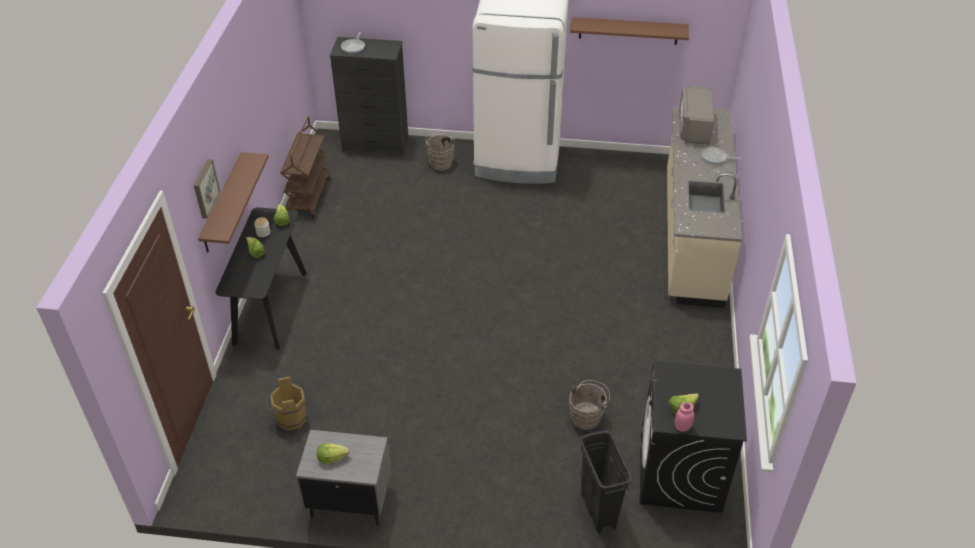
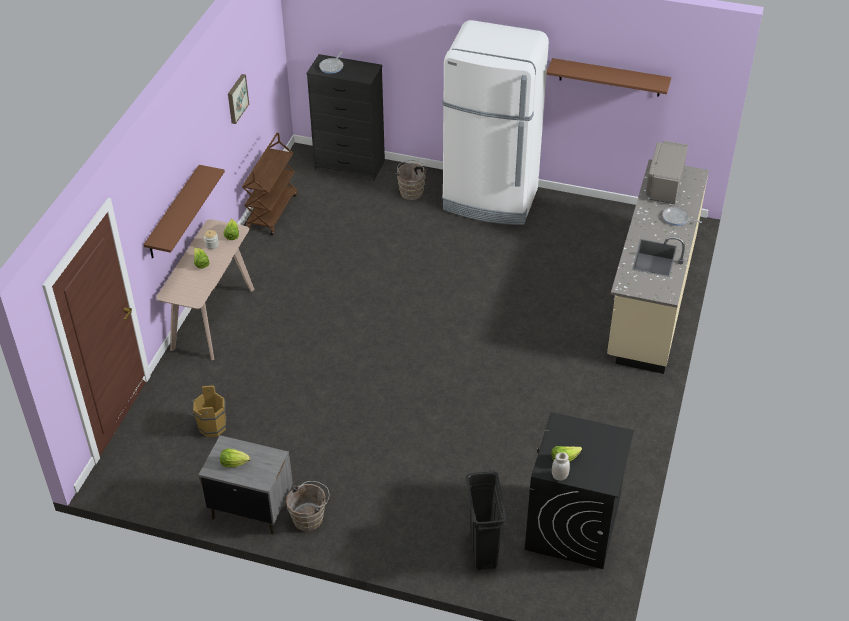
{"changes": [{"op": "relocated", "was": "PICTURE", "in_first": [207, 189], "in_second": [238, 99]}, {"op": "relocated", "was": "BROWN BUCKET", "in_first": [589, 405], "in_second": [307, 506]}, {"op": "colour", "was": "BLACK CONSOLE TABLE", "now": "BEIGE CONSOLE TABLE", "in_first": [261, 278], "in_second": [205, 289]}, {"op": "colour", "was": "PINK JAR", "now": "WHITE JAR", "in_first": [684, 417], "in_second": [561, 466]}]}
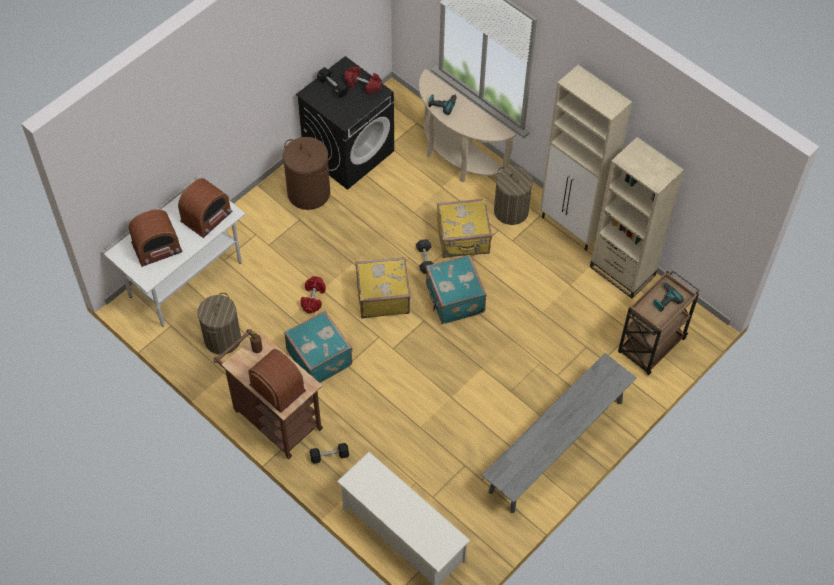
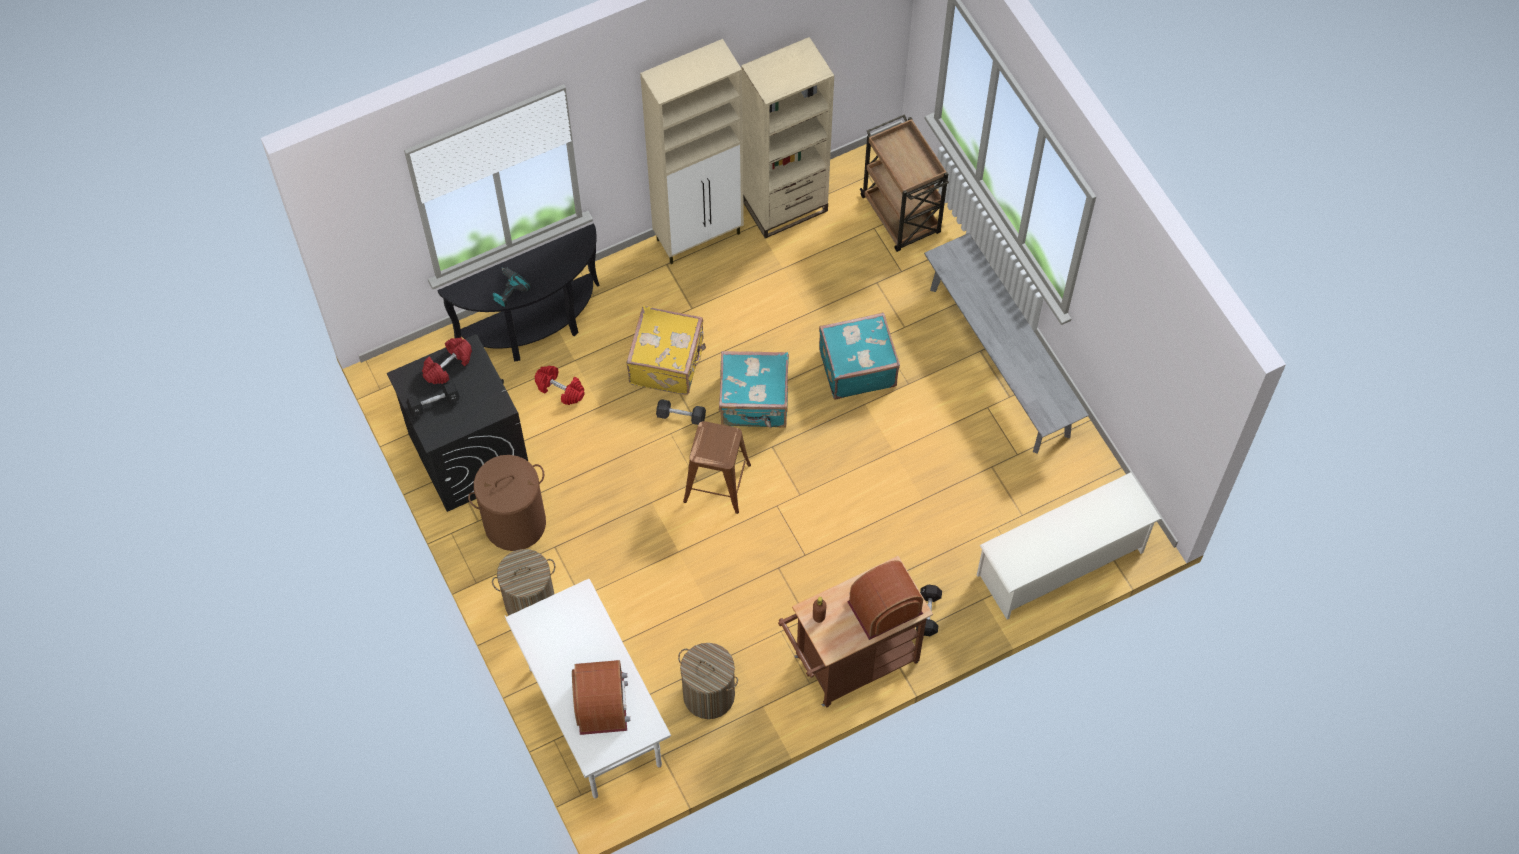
{"changes": [{"op": "missing", "was": "RADIO", "in_first": [205, 208]}, {"op": "missing", "was": "POWER DRILL", "in_first": [668, 297]}, {"op": "relocated", "was": "TURQUOISE SUITCASE", "in_first": [318, 347], "in_second": [859, 355]}, {"op": "relocated", "was": "RED DUMBBELL", "in_first": [313, 294], "in_second": [560, 385]}, {"op": "relocated", "was": "LAUNDRY BASKET", "in_first": [513, 195], "in_second": [523, 582]}, {"op": "exchanged", "was": "YELLOW SUITCASE", "now": "BROWN STOOL", "in_first": [383, 287], "in_second": [717, 467]}, {"op": "colour", "was": "BEIGE CONSOLE TABLE", "now": "BLACK CONSOLE TABLE", "in_first": [467, 125], "in_second": [518, 292]}]}
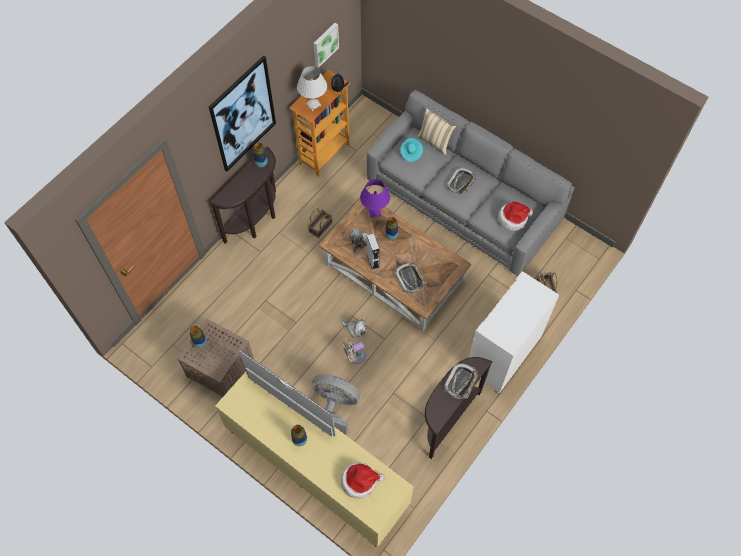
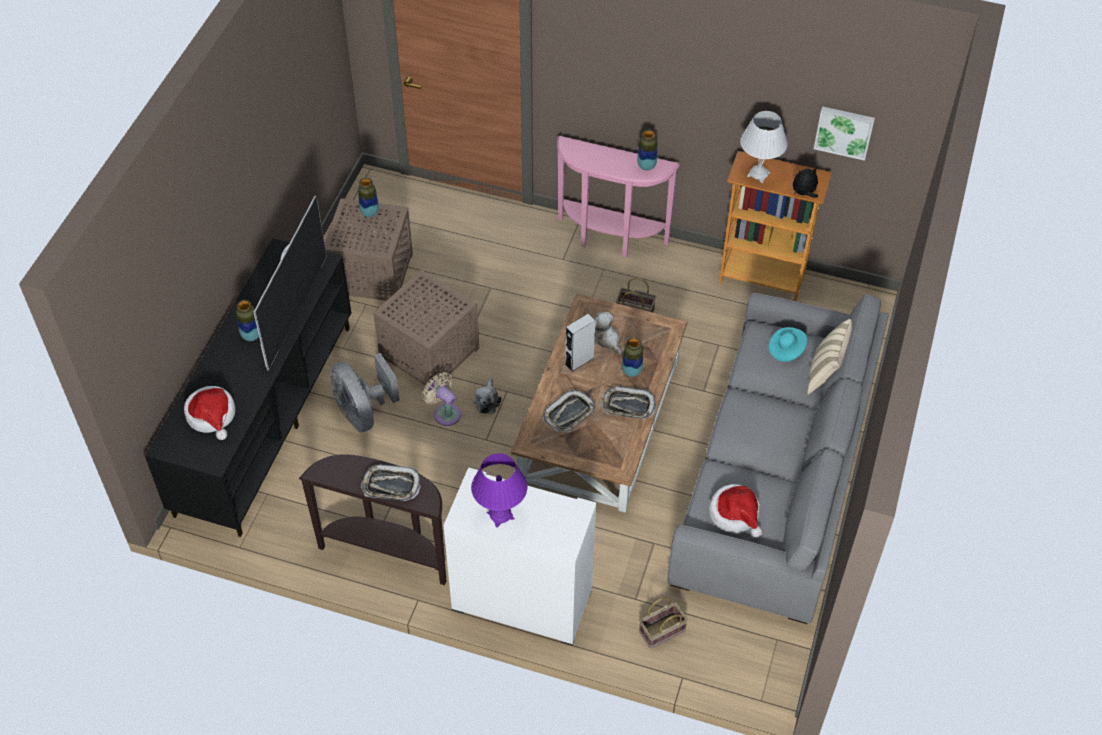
{"changes": [{"op": "missing", "was": "PICTURE", "in_first": [242, 114]}, {"op": "appeared", "now": "BROWN SIDE TABLE", "in_second": [426, 328]}, {"op": "relocated", "was": "PURPLE TABLE LAMP", "in_first": [375, 198], "in_second": [499, 490]}, {"op": "relocated", "was": "TRAY", "in_first": [461, 181], "in_second": [629, 402]}, {"op": "colour", "was": "BROWN CONSOLE TABLE", "now": "PINK CONSOLE TABLE", "in_first": [243, 195], "in_second": [618, 196]}, {"op": "colour", "was": "BEIGE TV STAND", "now": "BLACK TV STAND", "in_first": [314, 459], "in_second": [248, 387]}, {"op": "spun", "was": "GREY FAN", "in_first": [336, 404], "in_second": [365, 392], "clockwise": 150}]}
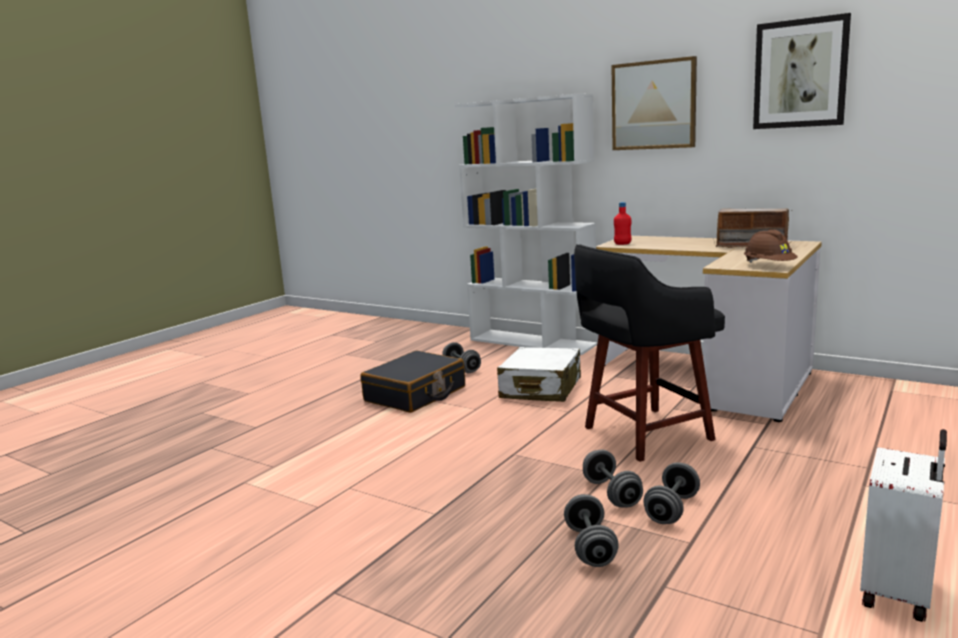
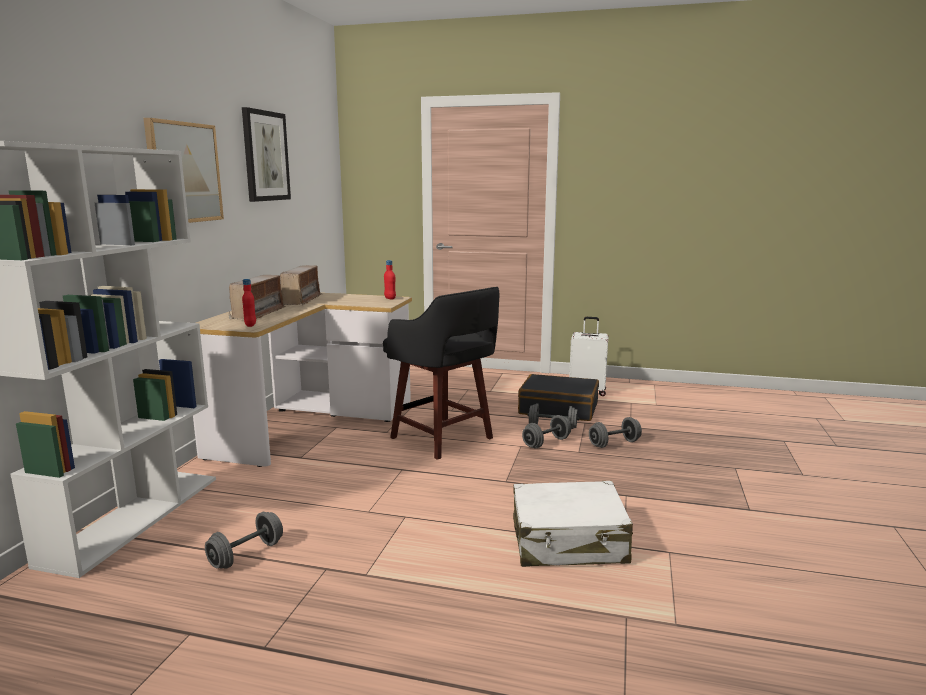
{"changes": [{"op": "appeared", "now": "RADIO", "in_second": [257, 297]}, {"op": "relocated", "was": "BLACK SUITCASE", "in_first": [412, 382], "in_second": [558, 397]}, {"op": "relocated", "was": "WHITE SUITCASE", "in_first": [539, 374], "in_second": [573, 524]}, {"op": "exchanged", "was": "BROWN HARD HAT", "now": "RED BOTTLE", "in_first": [771, 246], "in_second": [390, 279]}]}
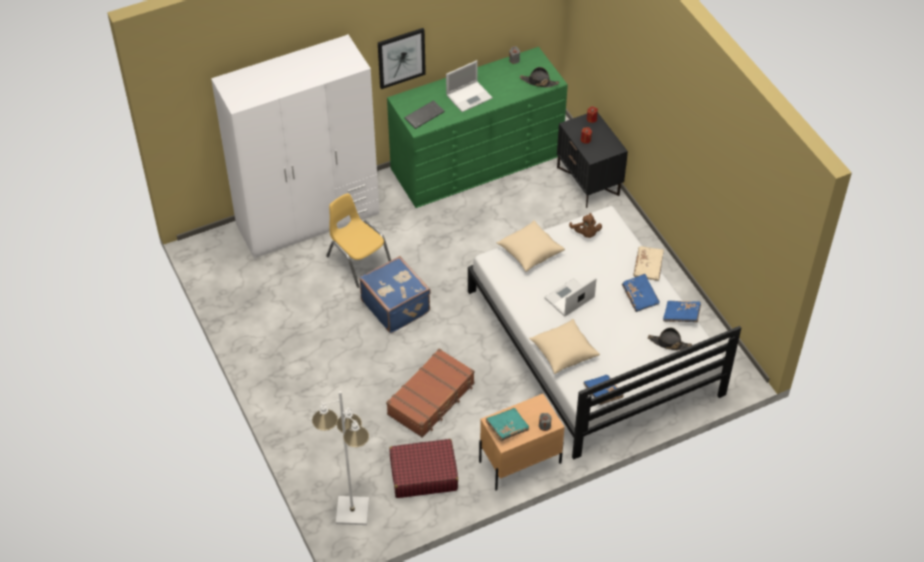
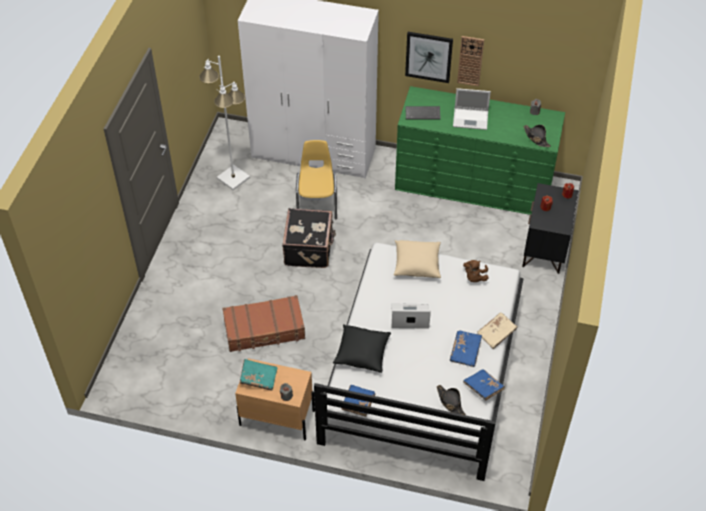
{"changes": [{"op": "missing", "was": "RED SUITCASE", "in_first": [423, 468]}, {"op": "appeared", "now": "WALL CLOCK", "in_second": [470, 61]}, {"op": "relocated", "was": "WHITE FLOOR LAMP", "in_first": [340, 458], "in_second": [224, 123]}, {"op": "colour", "was": "BLUE SUITCASE", "now": "BLACK SUITCASE", "in_first": [395, 294], "in_second": [309, 238]}, {"op": "colour", "was": "BEIGE PILLOW", "now": "BLACK PILLOW", "in_first": [564, 346], "in_second": [362, 348]}]}
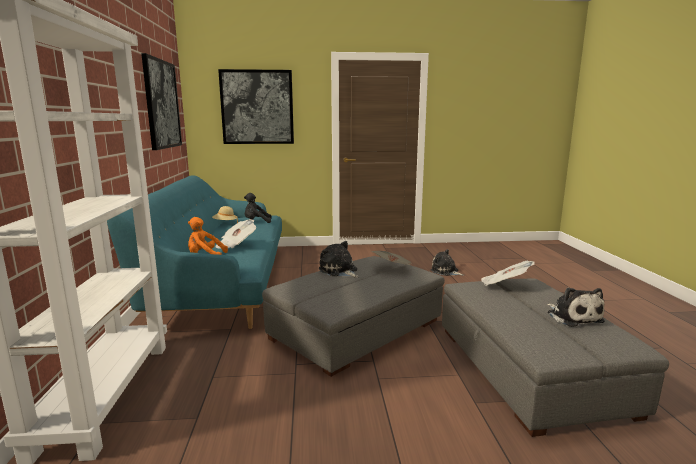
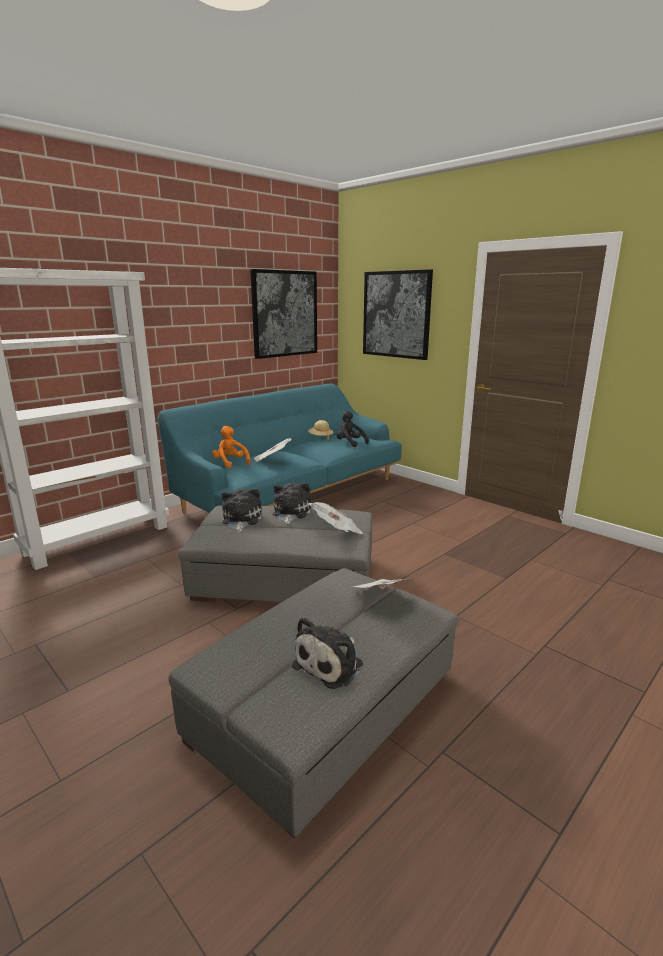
{"changes": [{"op": "relocated", "was": "PLUSH TOY", "in_first": [447, 262], "in_second": [241, 510]}]}
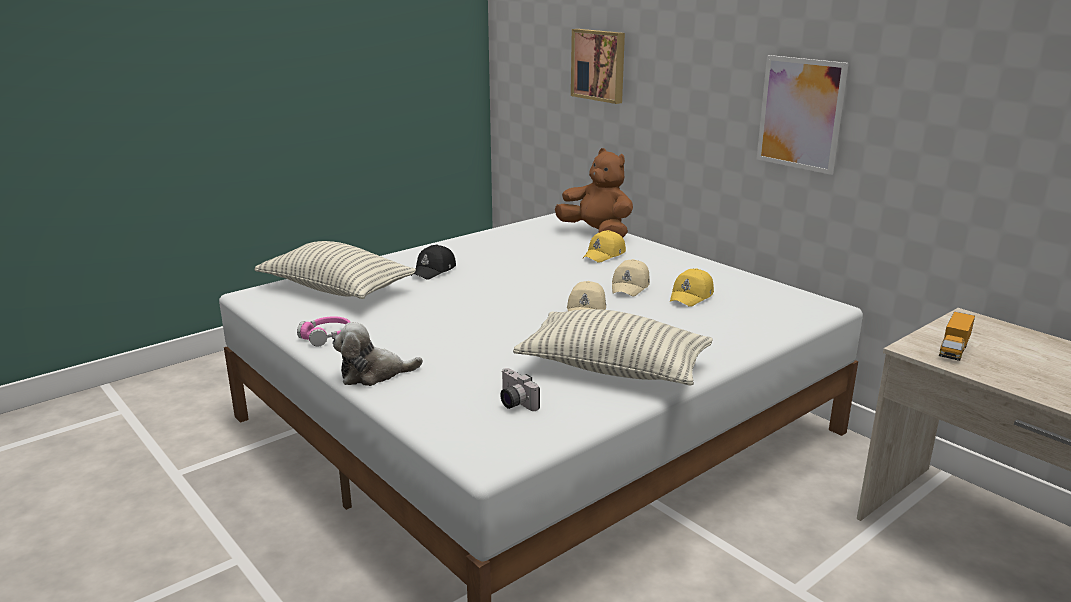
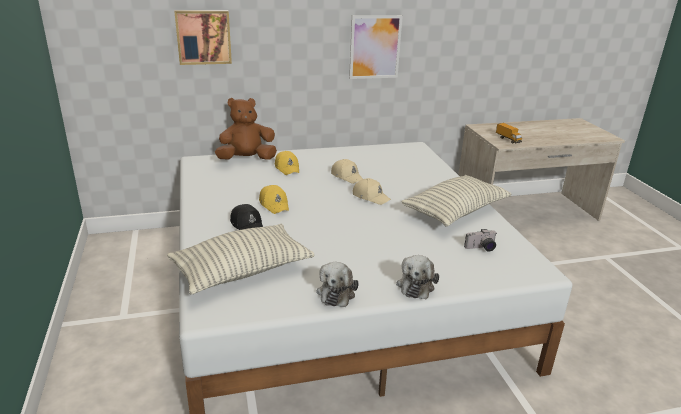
{"changes": [{"op": "relocated", "was": "YELLOW CAP", "in_first": [692, 287], "in_second": [274, 199]}, {"op": "exchanged", "was": "PINK HEADPHONES", "now": "PLUSH TOY", "in_first": [323, 331], "in_second": [337, 284]}]}
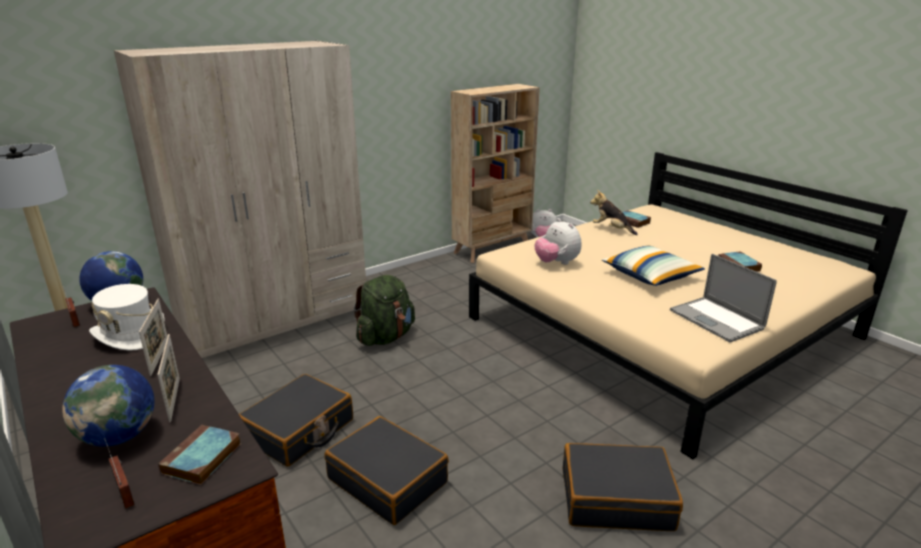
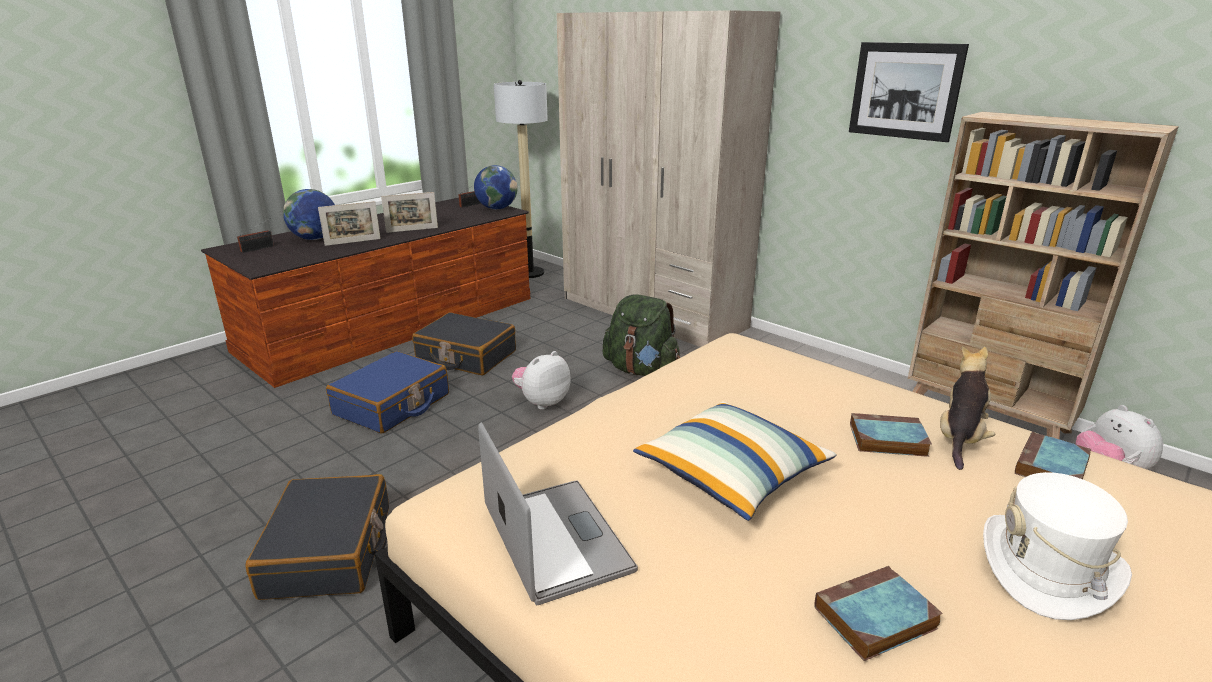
{"changes": [{"op": "appeared", "now": "PICTURE", "in_second": [909, 92]}, {"op": "relocated", "was": "WHITE HAT", "in_first": [127, 317], "in_second": [1057, 546]}, {"op": "relocated", "was": "BOOK", "in_first": [199, 454], "in_second": [891, 435]}, {"op": "relocated", "was": "PLUSH TOY", "in_first": [558, 241], "in_second": [541, 380]}, {"op": "colour", "was": "BLACK SUITCASE", "now": "BLUE SUITCASE", "in_first": [387, 470], "in_second": [387, 392]}, {"op": "spun", "was": "LAPTOP", "in_first": [723, 298], "in_second": [558, 513], "clockwise": 105}]}
